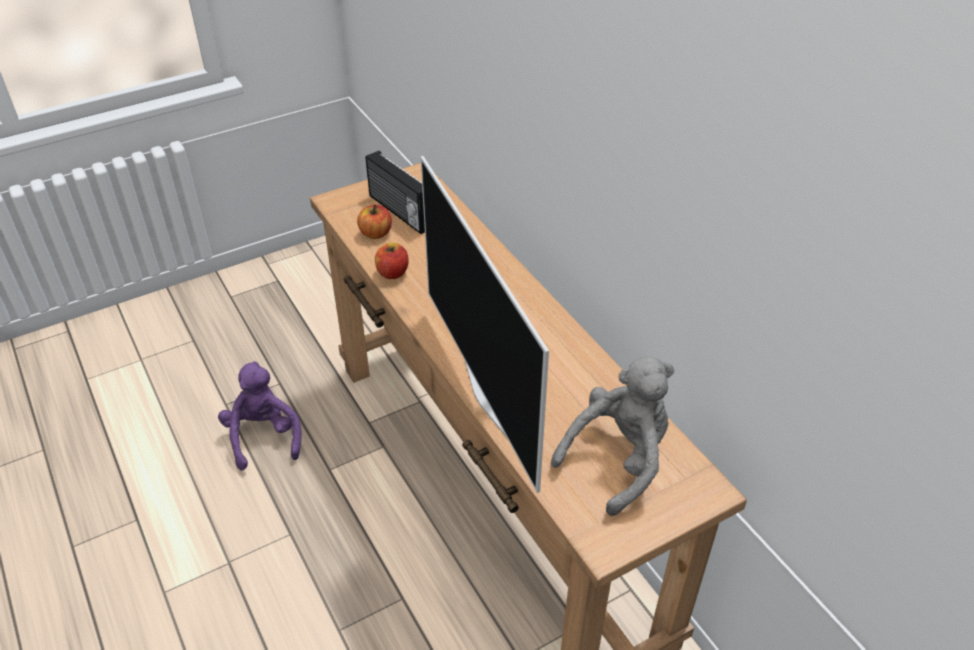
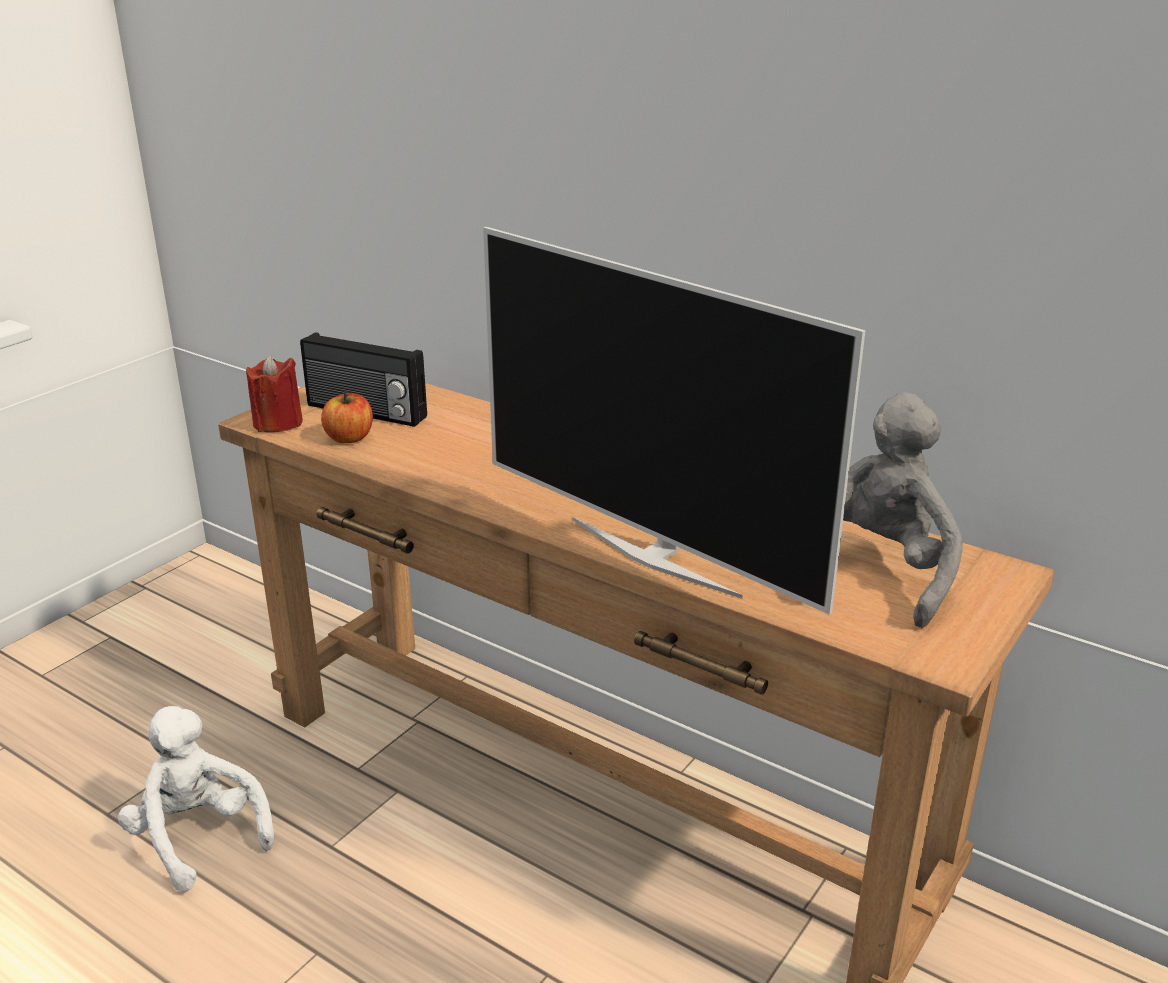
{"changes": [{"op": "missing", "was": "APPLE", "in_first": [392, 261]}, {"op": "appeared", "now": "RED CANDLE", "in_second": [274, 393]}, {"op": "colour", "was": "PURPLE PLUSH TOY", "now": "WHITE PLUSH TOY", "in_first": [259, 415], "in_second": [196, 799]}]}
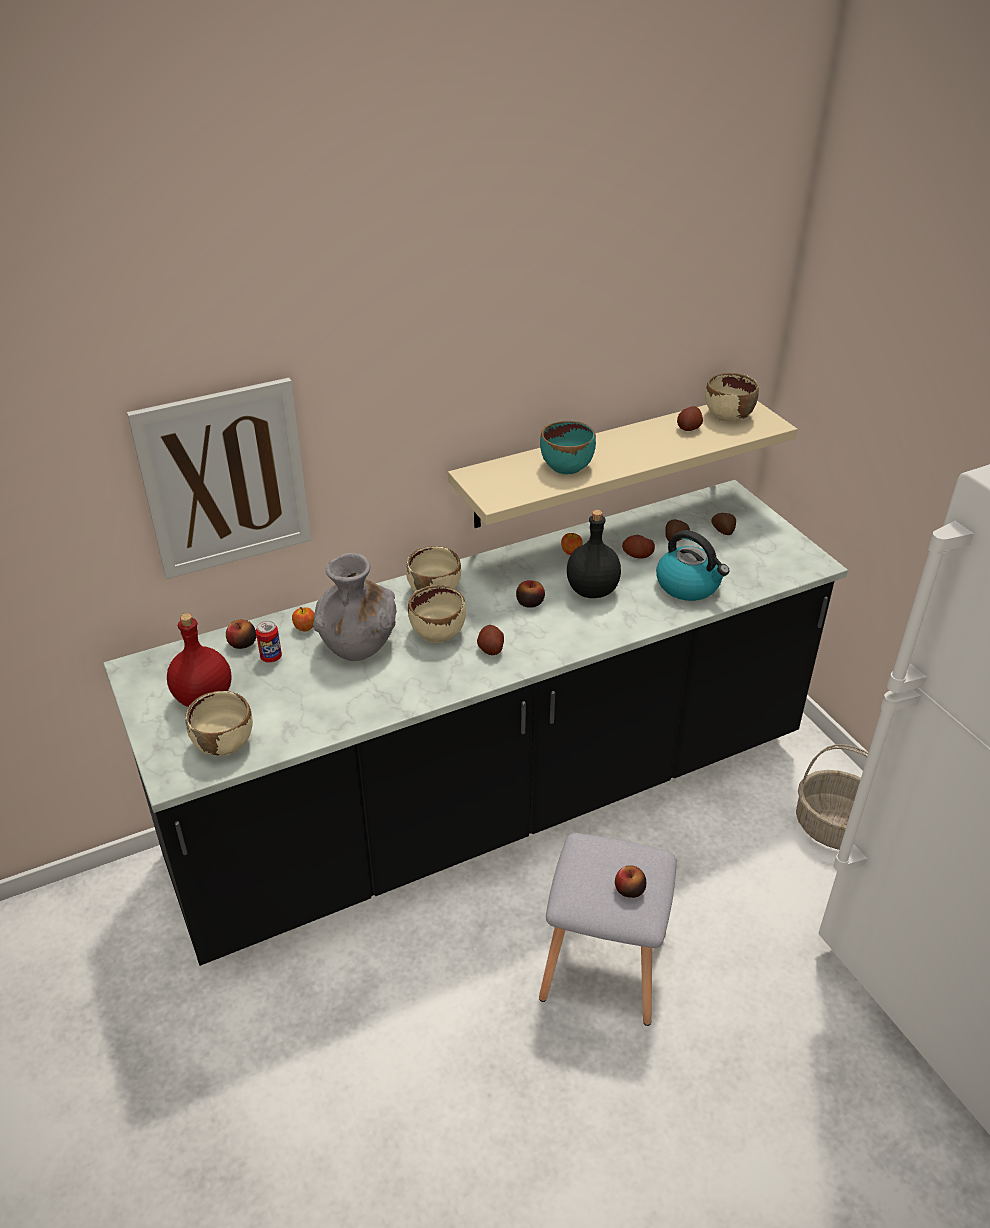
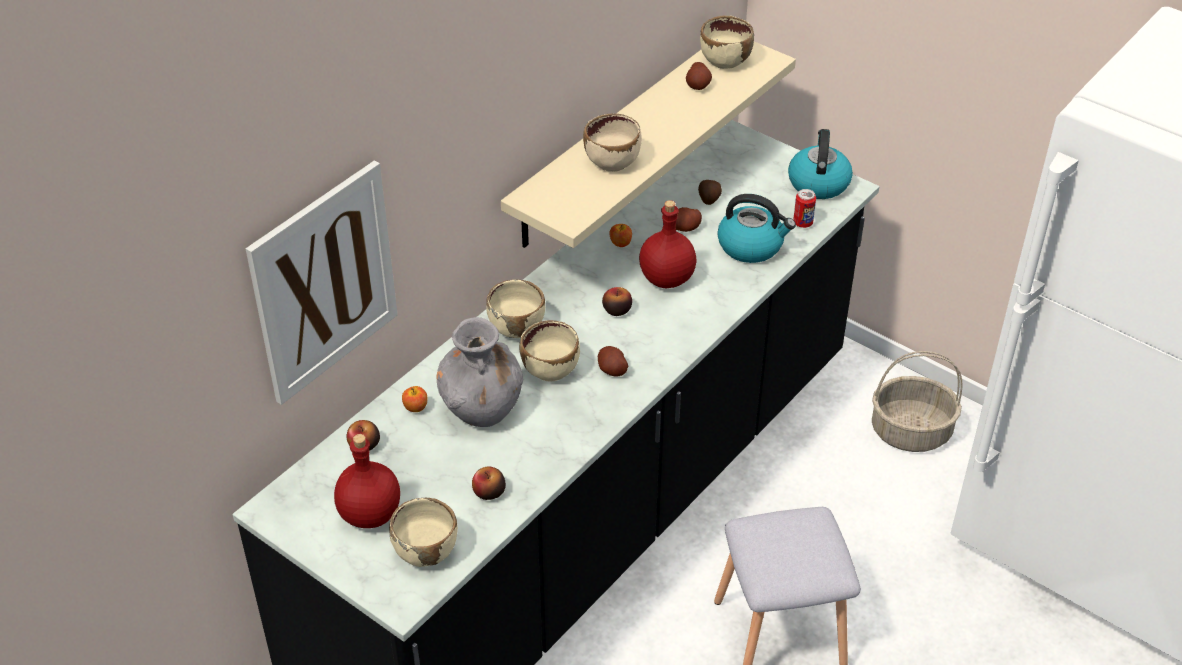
{"changes": [{"op": "missing", "was": "POTATO", "in_first": [723, 524]}, {"op": "appeared", "now": "KETTLE", "in_second": [820, 164]}, {"op": "relocated", "was": "CAN", "in_first": [269, 642], "in_second": [804, 208]}, {"op": "relocated", "was": "APPLE", "in_first": [630, 881], "in_second": [489, 483]}, {"op": "colour", "was": "TURQUOISE BOWL", "now": "BEIGE BOWL", "in_first": [568, 447], "in_second": [612, 142]}, {"op": "colour", "was": "BLACK BOTTLE", "now": "RED BOTTLE", "in_first": [594, 554], "in_second": [668, 244]}]}
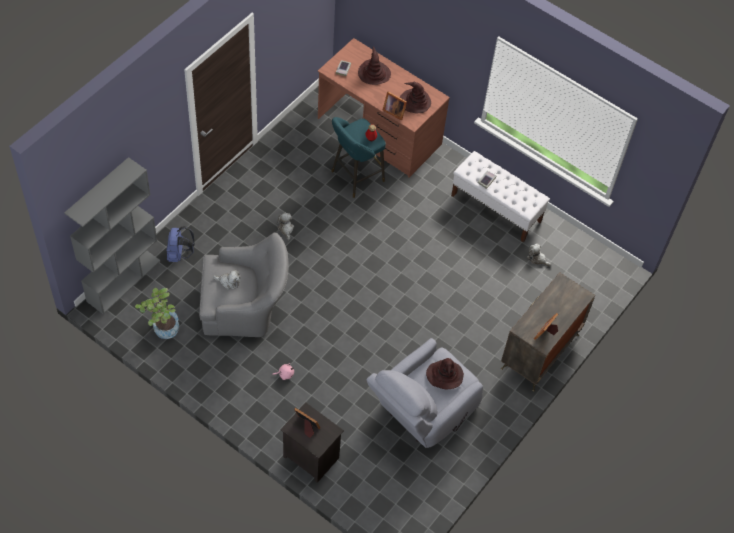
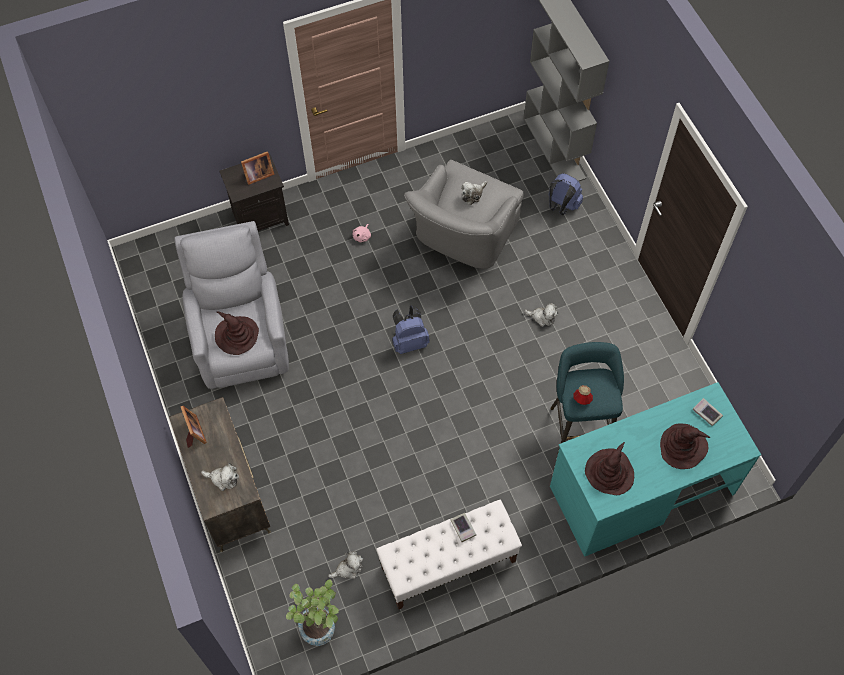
{"changes": [{"op": "missing", "was": "PICTURE FRAME", "in_first": [395, 106]}, {"op": "appeared", "now": "PLUSH TOY", "in_second": [220, 477]}, {"op": "appeared", "now": "BLUE BACKPACK", "in_second": [411, 329]}, {"op": "relocated", "was": "POTTED PLANT", "in_first": [157, 313], "in_second": [312, 612]}, {"op": "colour", "was": "BROWN DESK", "now": "TURQUOISE DESK", "in_first": [384, 107], "in_second": [655, 469]}]}
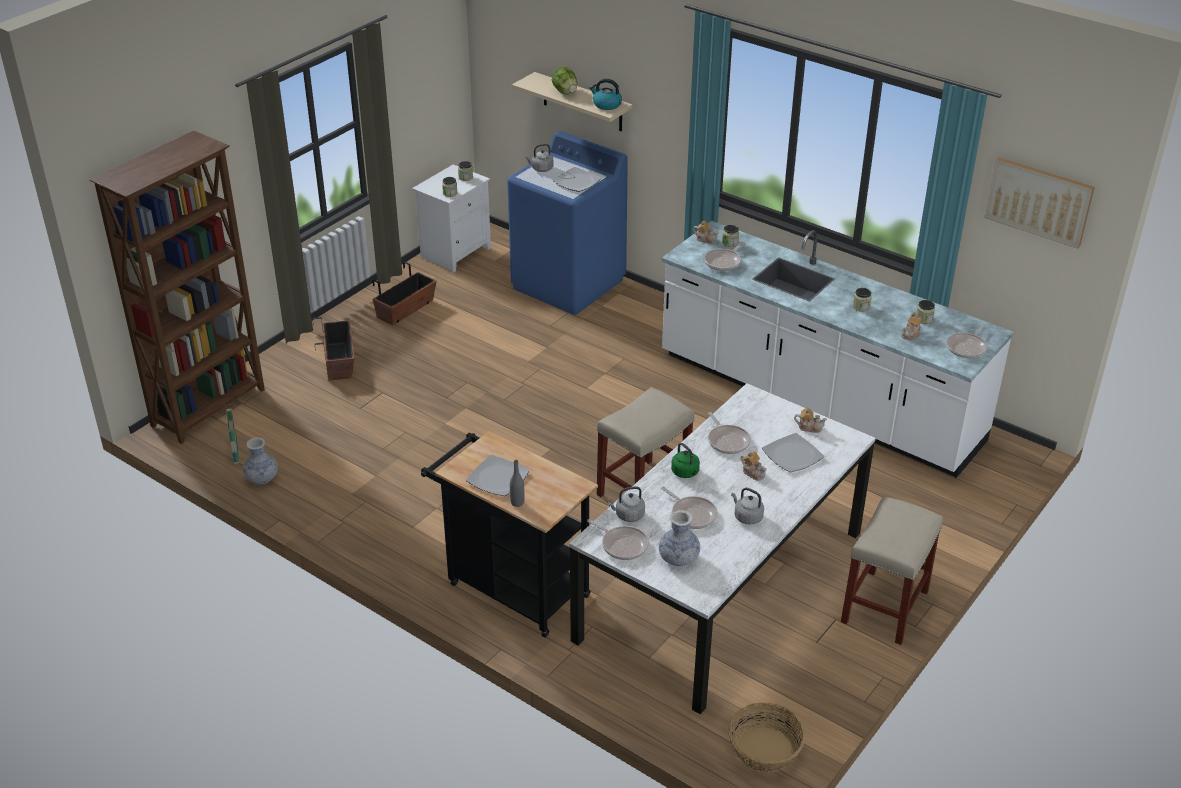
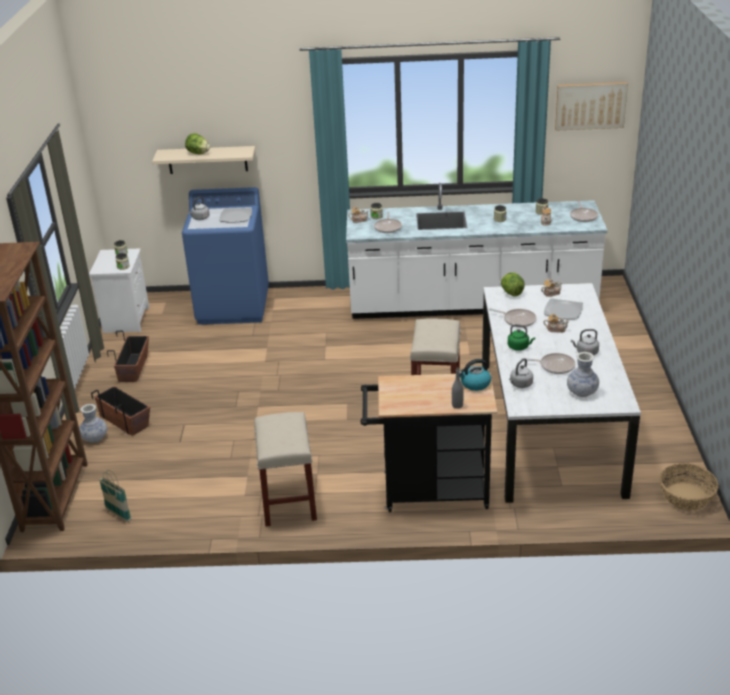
{"changes": [{"op": "missing", "was": "PLATE", "in_first": [498, 475]}, {"op": "missing", "was": "FRYING PAN", "in_first": [618, 539]}, {"op": "appeared", "now": "LETTUCE", "in_second": [513, 285]}, {"op": "relocated", "was": "VASE", "in_first": [260, 460], "in_second": [93, 423]}, {"op": "relocated", "was": "KETTLE", "in_first": [605, 94], "in_second": [475, 375]}, {"op": "relocated", "was": "BEIGE STOOL", "in_first": [892, 570], "in_second": [285, 469]}]}
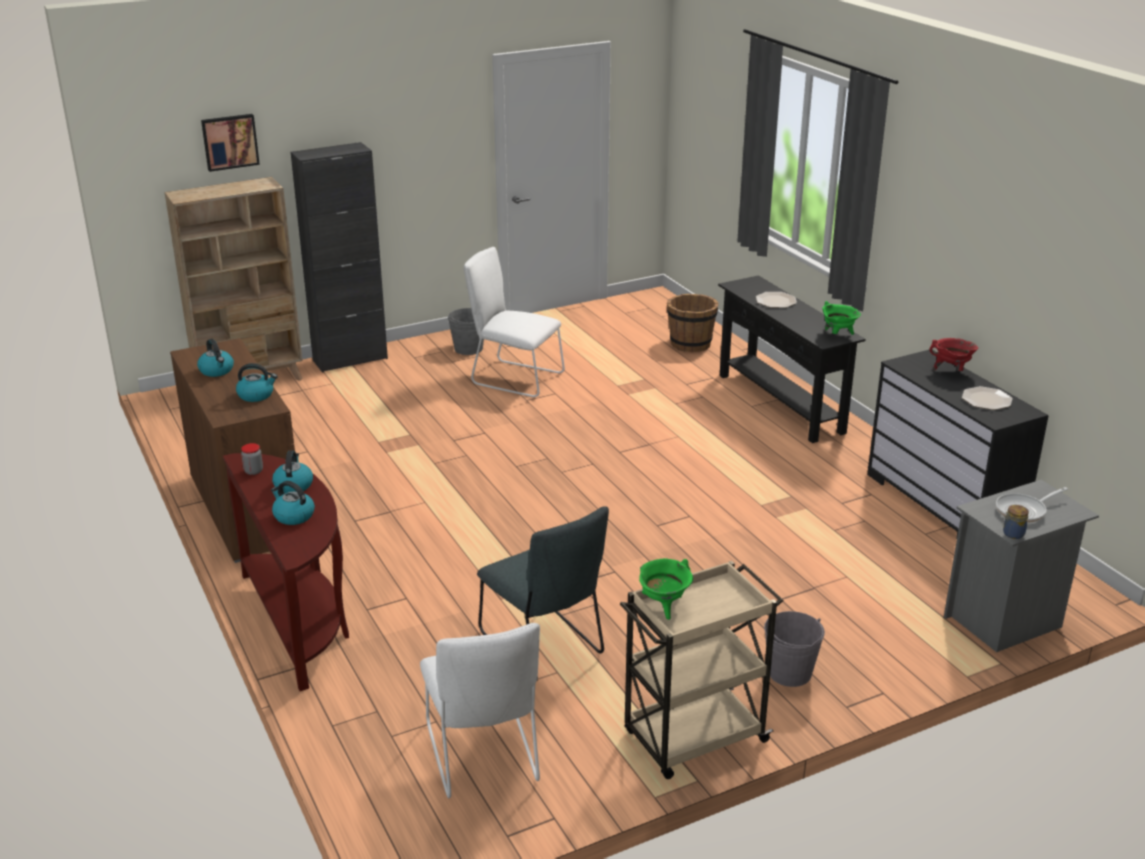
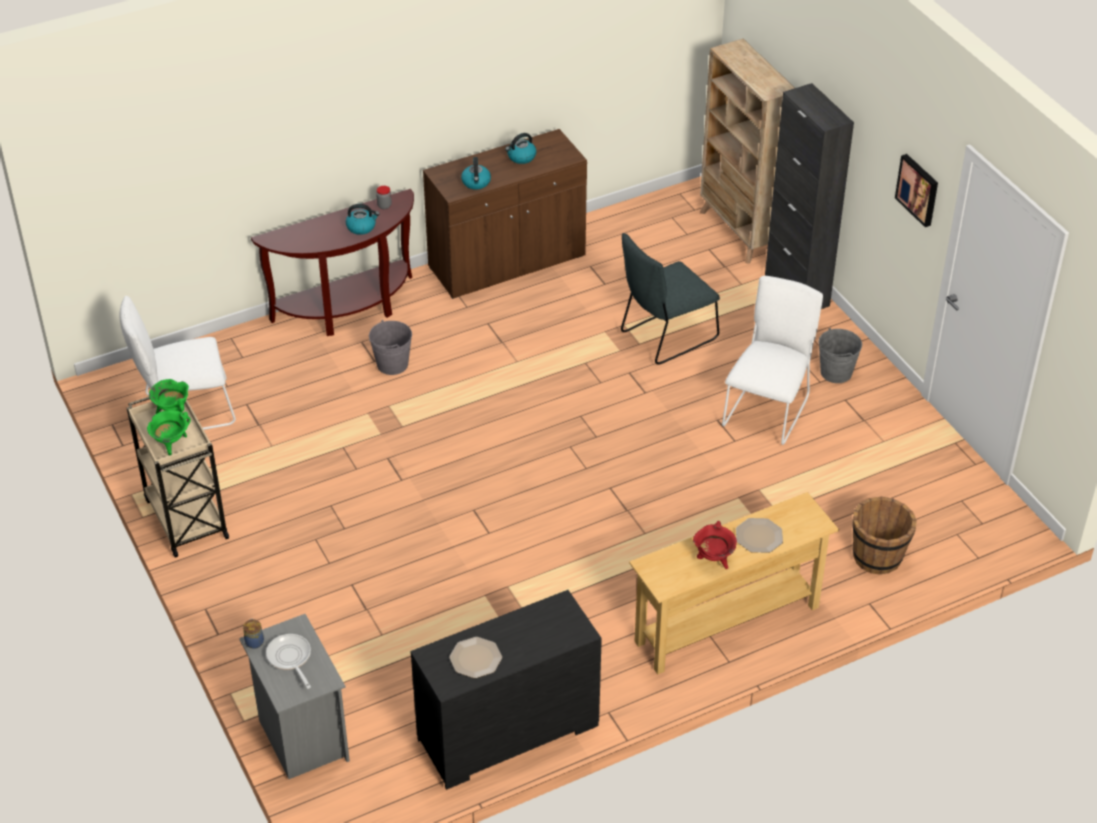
{"changes": [{"op": "missing", "was": "KETTLE", "in_first": [293, 503]}, {"op": "relocated", "was": "PICTURE", "in_first": [230, 143], "in_second": [916, 190]}, {"op": "relocated", "was": "GREY CHAIR", "in_first": [543, 593], "in_second": [670, 299]}, {"op": "relocated", "was": "GREY BUCKET", "in_first": [794, 649], "in_second": [390, 347]}, {"op": "relocated", "was": "GREEN COOKING POT", "in_first": [841, 318], "in_second": [169, 433]}, {"op": "relocated", "was": "RED COOKING POT", "in_first": [953, 354], "in_second": [715, 545]}, {"op": "colour", "was": "BLACK CONSOLE TABLE", "now": "BEIGE CONSOLE TABLE", "in_first": [792, 359], "in_second": [734, 583]}]}
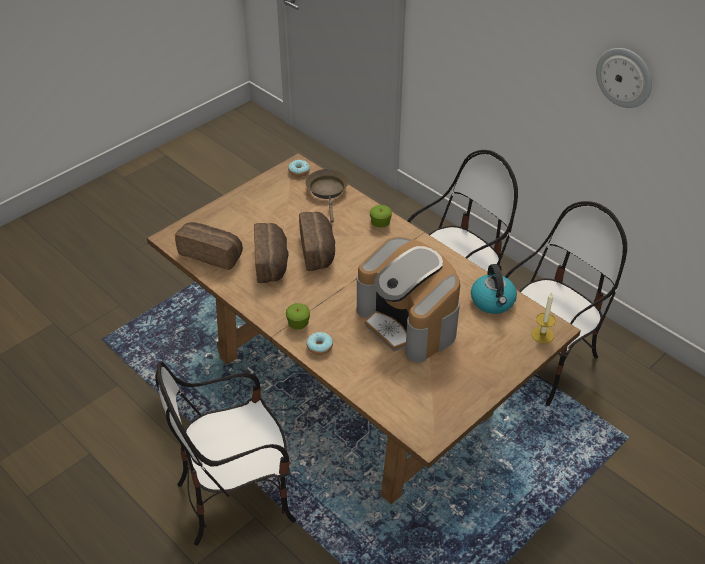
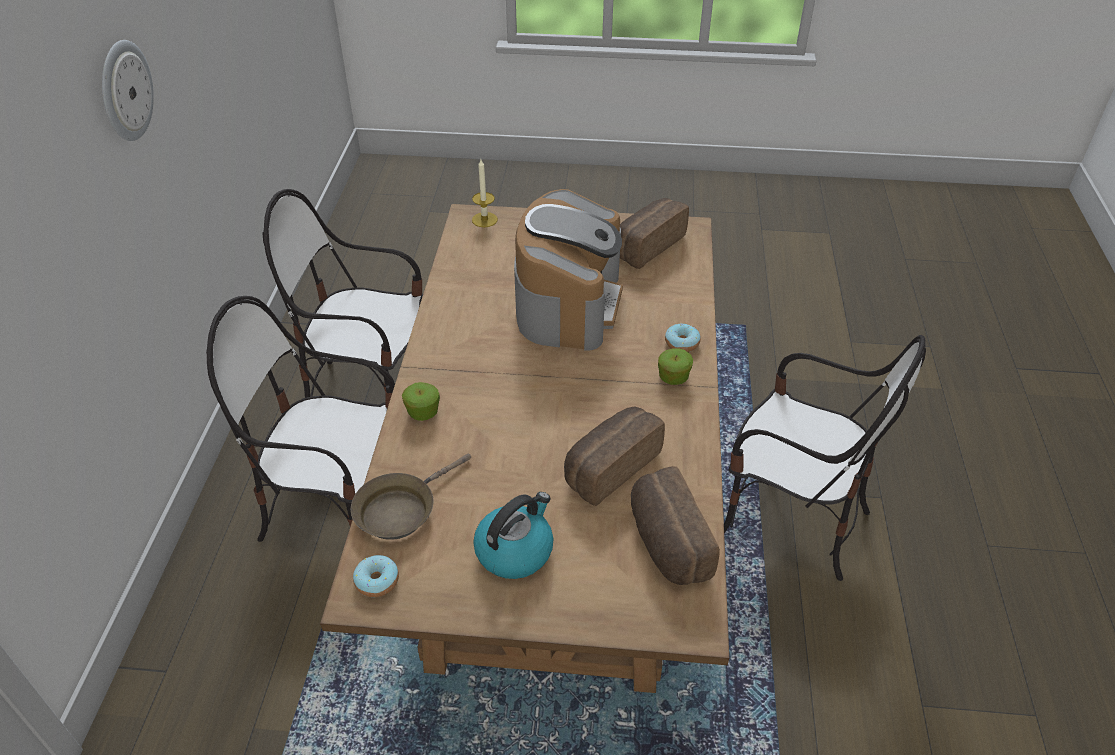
{"changes": [{"op": "relocated", "was": "BREAD", "in_first": [317, 241], "in_second": [654, 233]}, {"op": "relocated", "was": "KETTLE", "in_first": [494, 289], "in_second": [513, 535]}]}
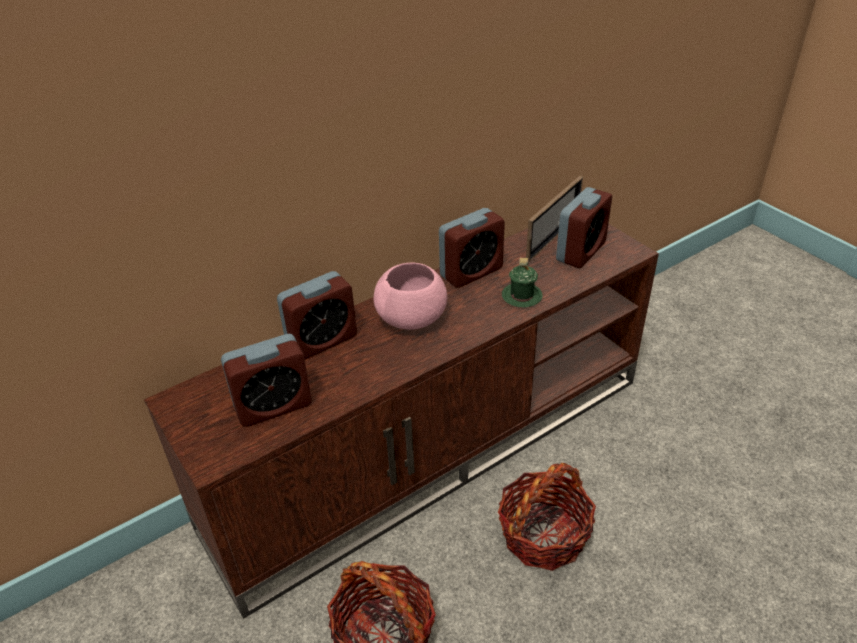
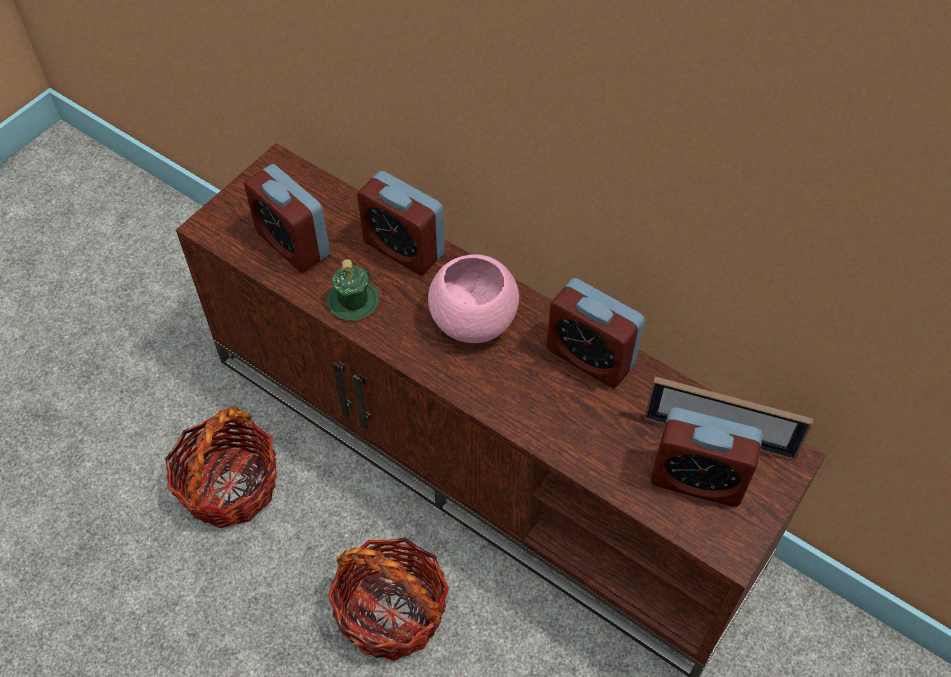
{"changes": [{"op": "relocated", "was": "GREEN MUG", "in_first": [522, 283], "in_second": [353, 290]}]}
